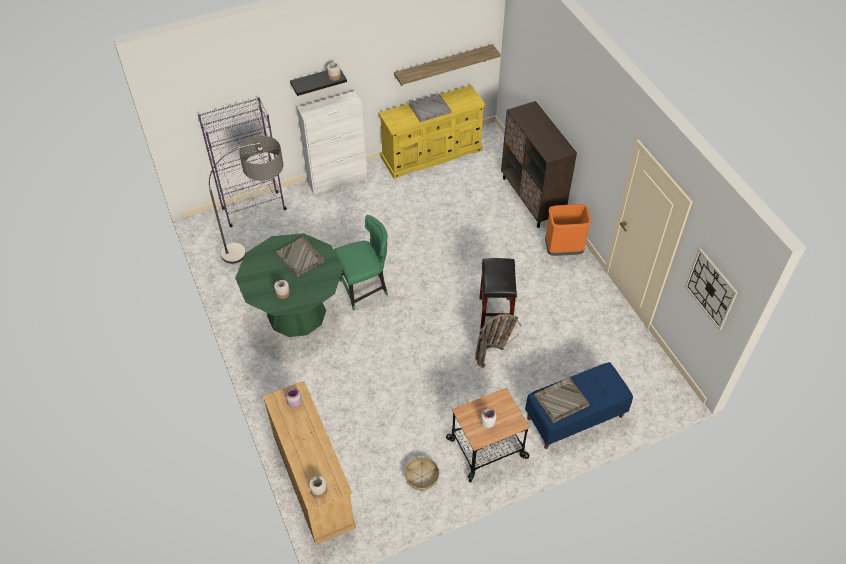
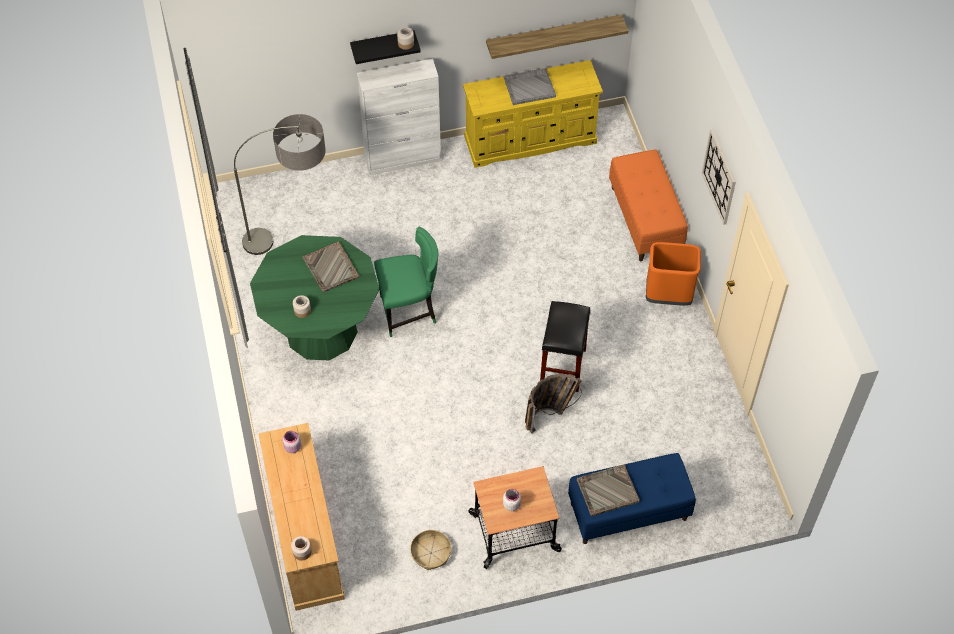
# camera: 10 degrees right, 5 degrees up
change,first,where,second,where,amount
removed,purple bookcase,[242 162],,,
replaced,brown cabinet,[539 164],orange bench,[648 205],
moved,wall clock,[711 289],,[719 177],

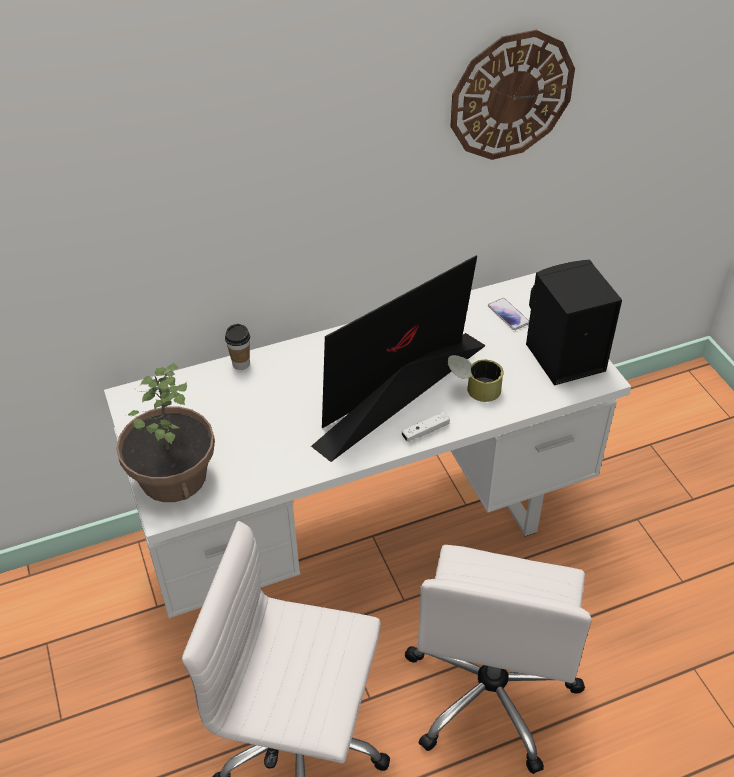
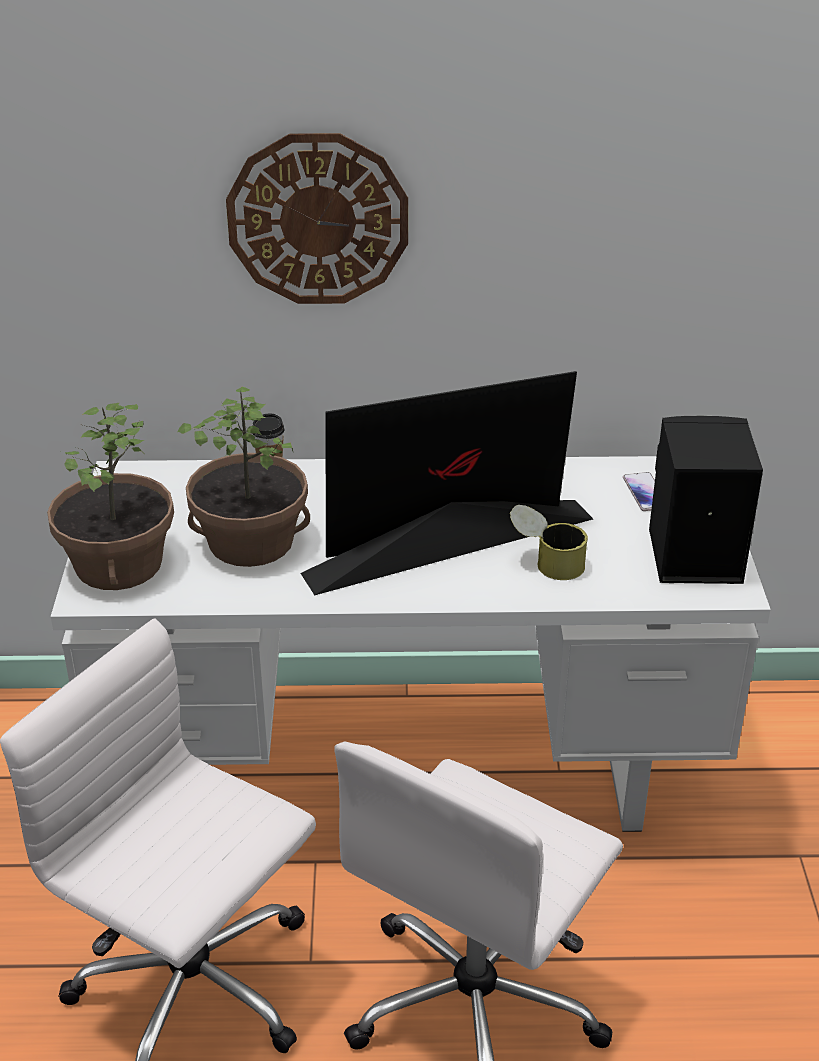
# camera: 20 degrees right, 10 degrees down
change,first,where,second,where,amount
removed,white game controller,[426 427],,,
moved,wall clock,[512 95],,[317 218],
added,,,potted plant,[243 476],

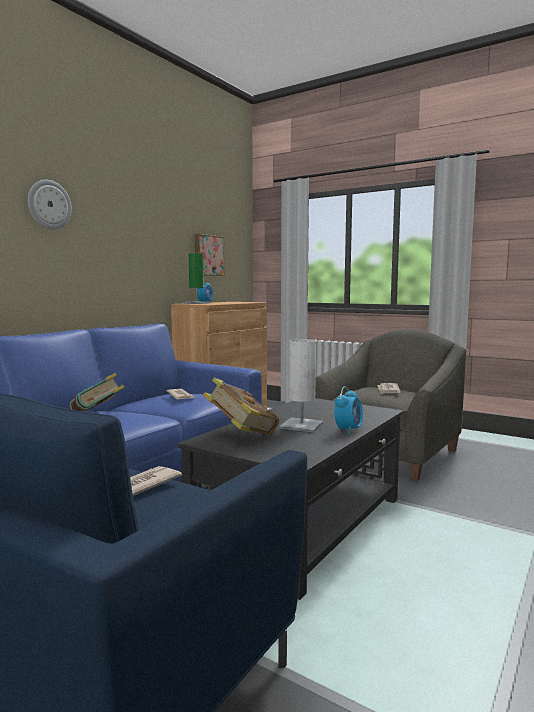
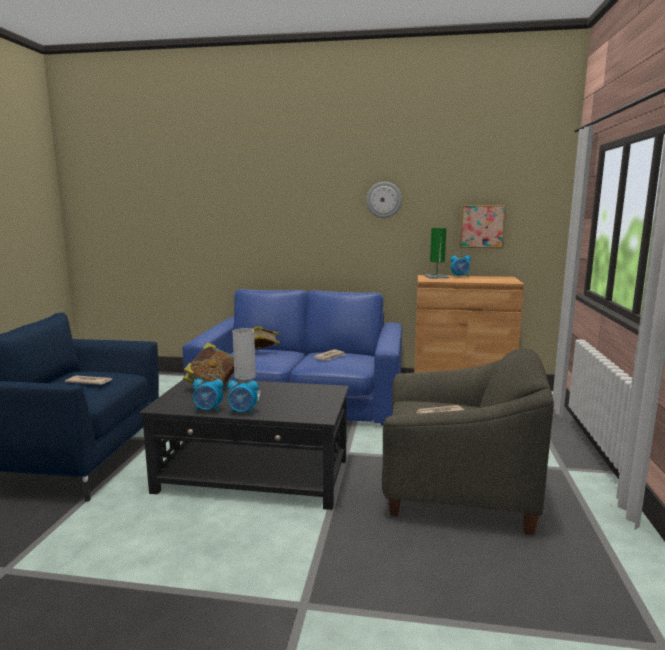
# camera: 65 degrees right, 5 degrees up
change,first,where,second,where,amount
moved,wall clock,[50 204],,[384 200],
added,,,alarm clock,[208 393],

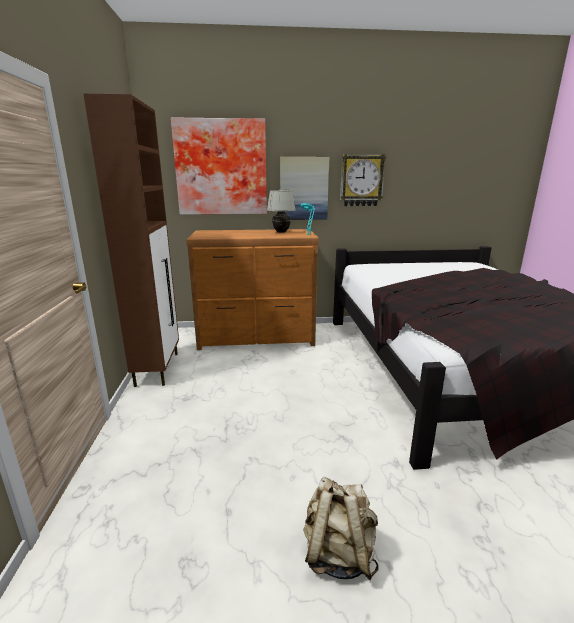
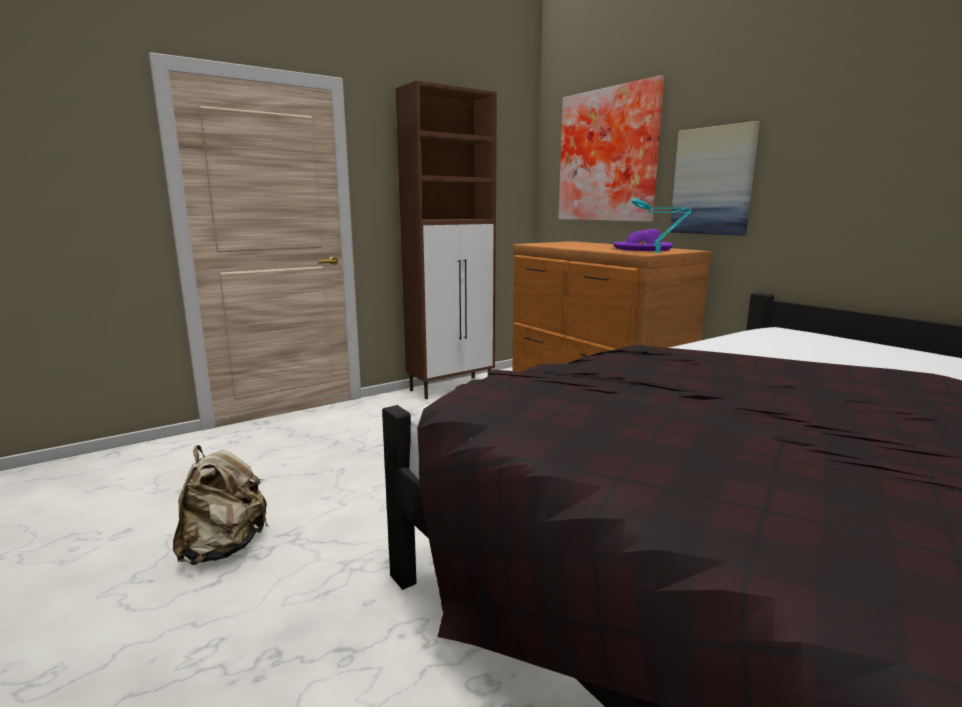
# camera: 60 degrees right, 5 degrees down
change,first,where,second,where,amount
replaced,white table lamp,[281 211],purple hat,[643 240],
removed,wall clock,[363 180],,,

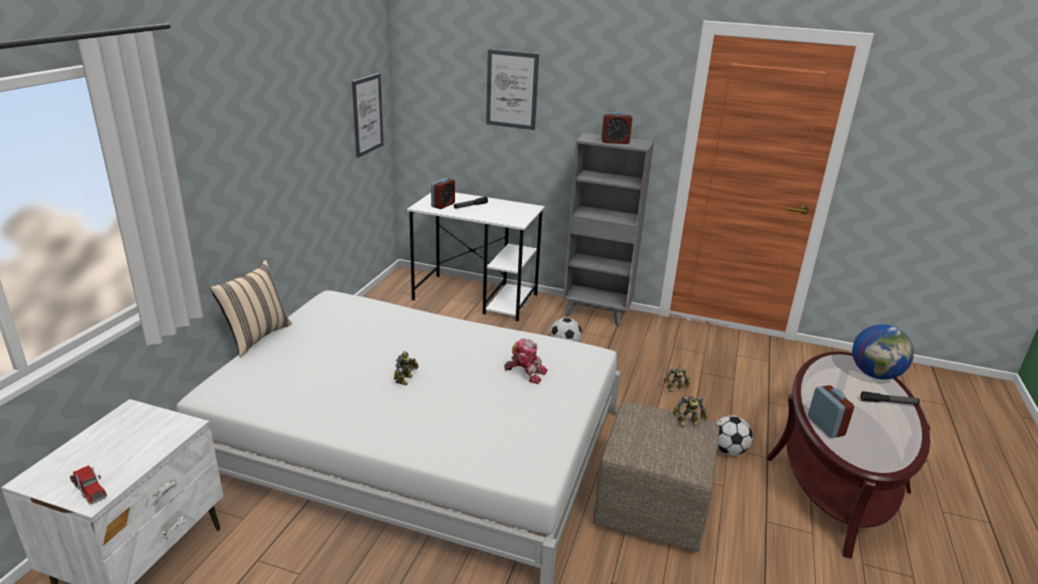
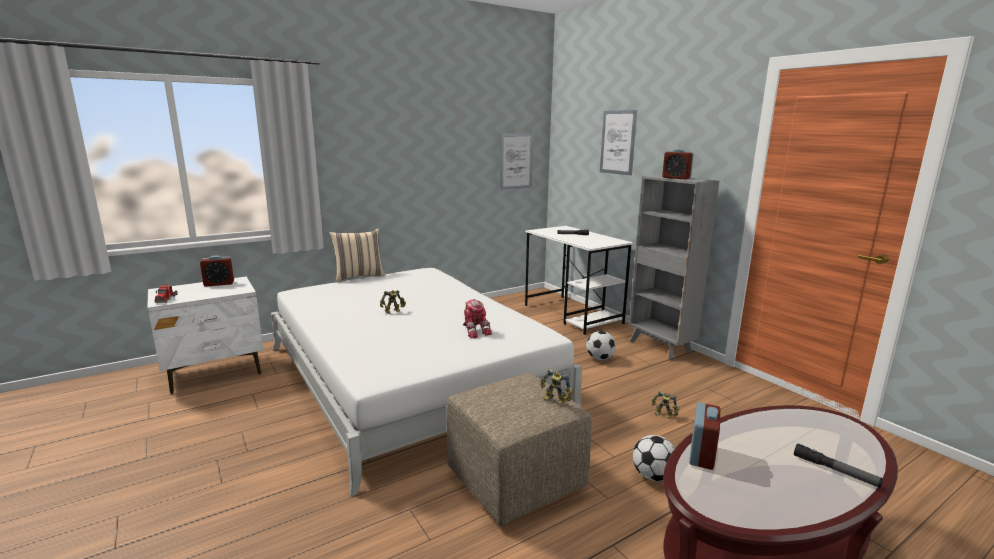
# camera: 40 degrees right, 10 degrees down
change,first,where,second,where,amount
moved,alarm clock,[443 193],,[217 271],
removed,globe,[883 351],,,

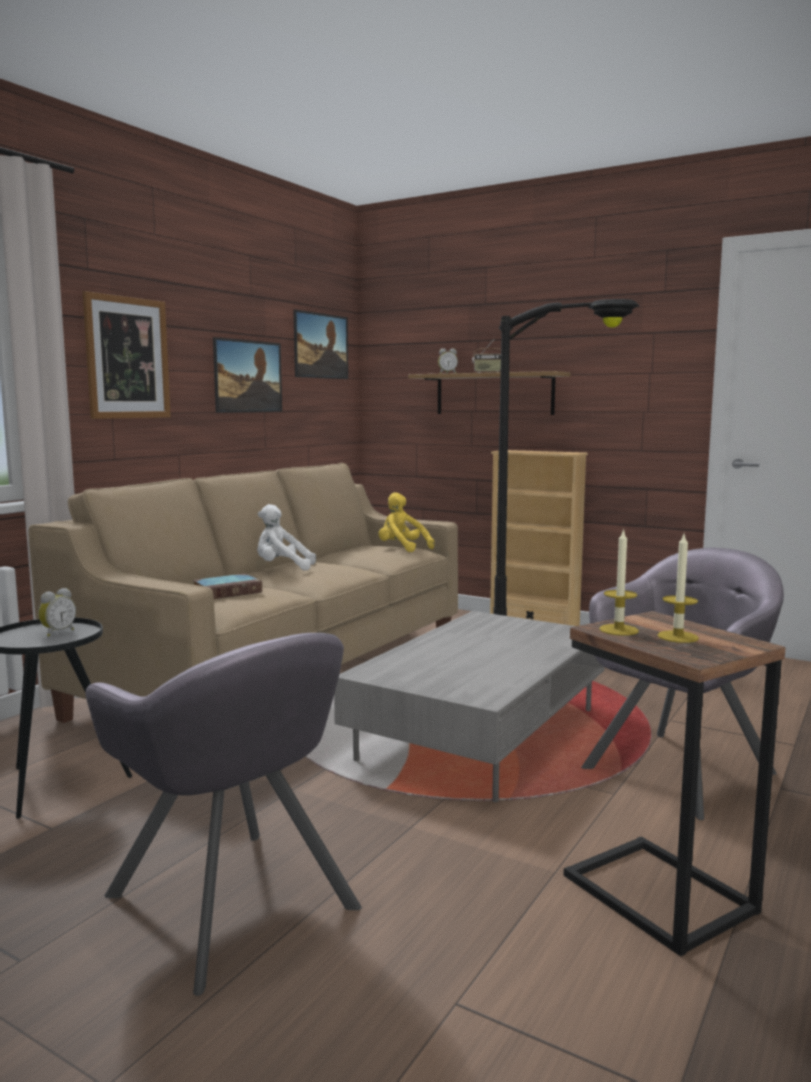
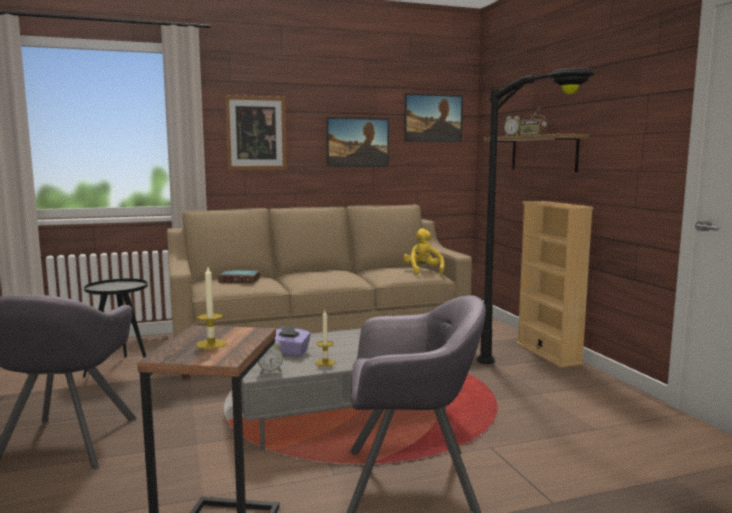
# camera: 40 degrees right, 0 degrees up
change,first,where,second,where,amount
moved,alarm clock,[57 612],,[270 358],
removed,white plush toy,[286 537],,,
moved,candle,[618 582],,[325 338],
added,,,purple tissue box,[293 340],

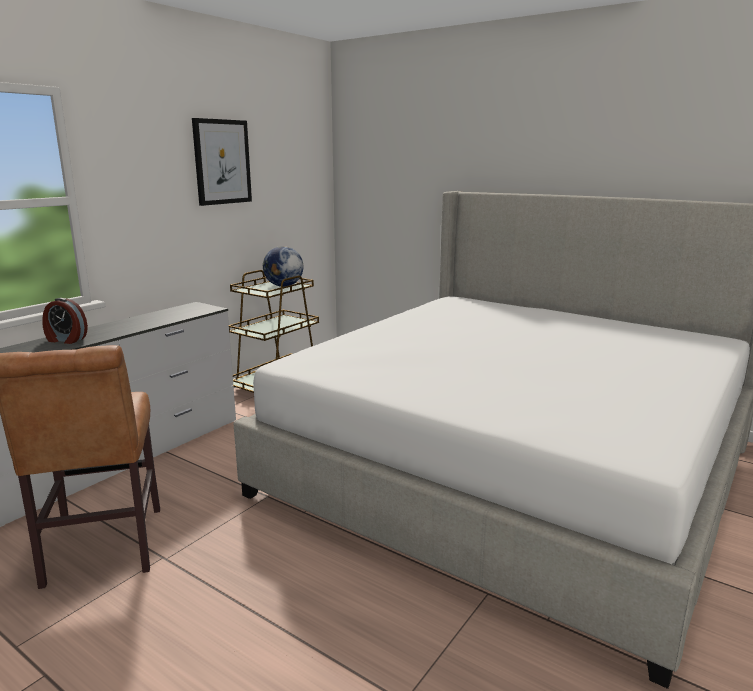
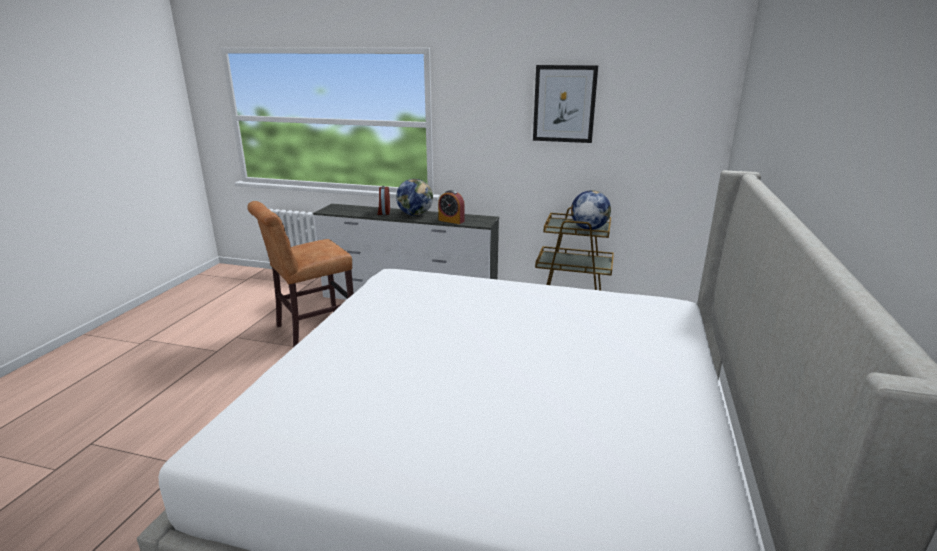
# camera: 70 degrees right, 5 degrees up
change,first,where,second,where,amount
added,,,globe,[414 197],
added,,,alarm clock,[451 207],

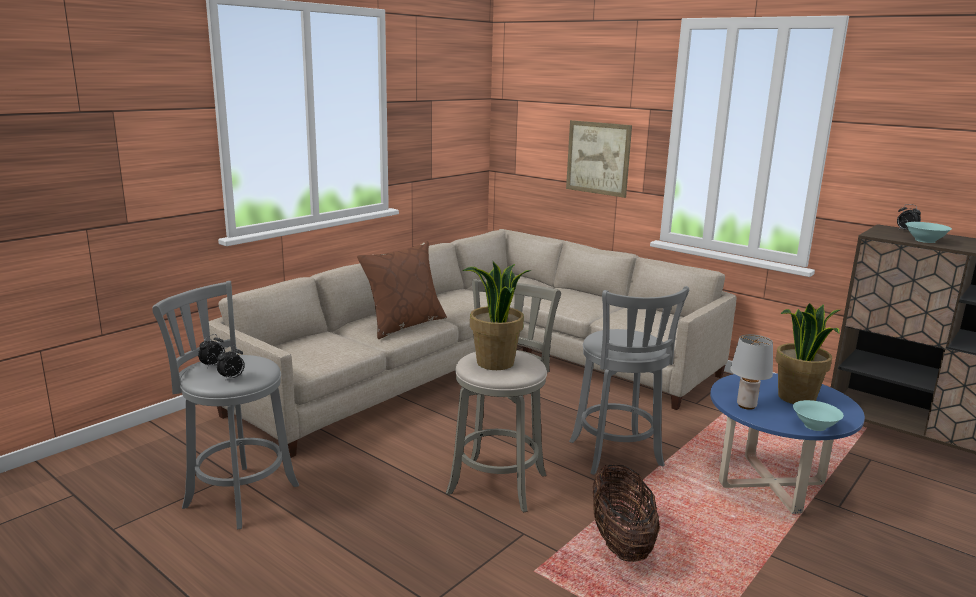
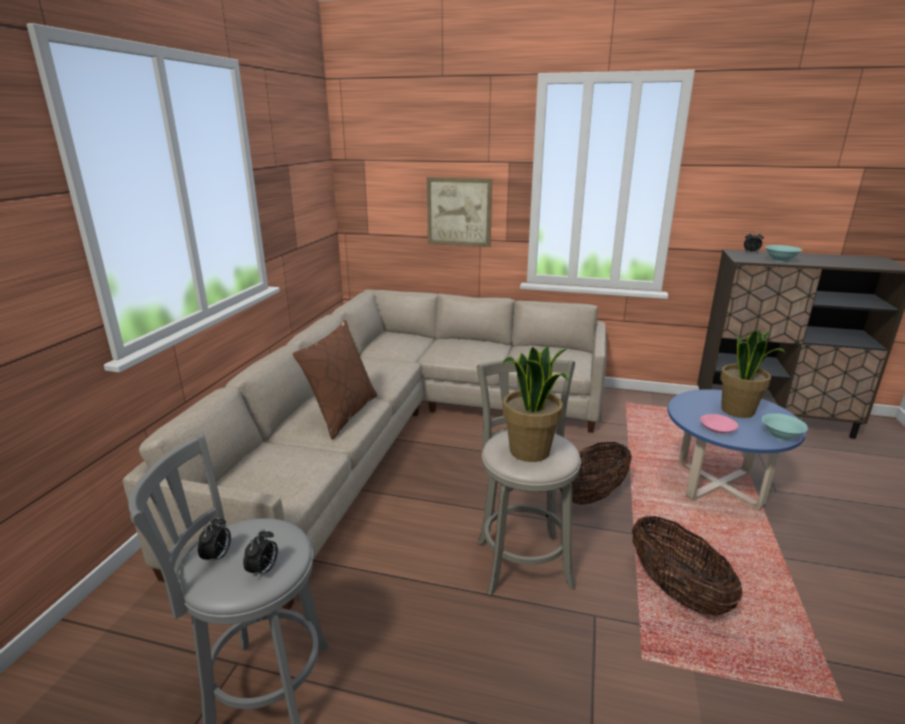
# camera: 25 degrees left, 5 degrees up
change,first,where,second,where,amount
replaced,grey stool,[629 380],basket,[595 473],
replaced,grey table lamp,[751 372],pink bowl,[719 424],

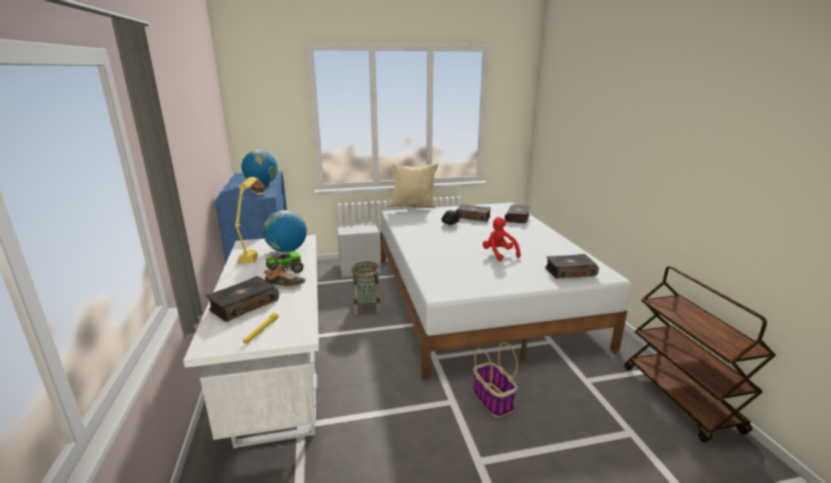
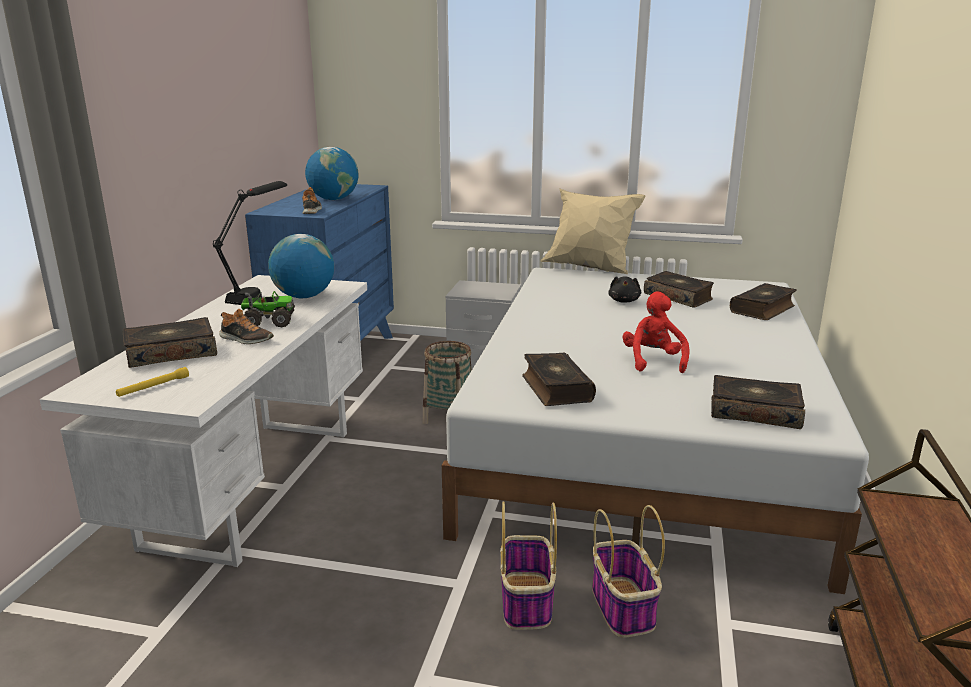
# camera: 25 degrees right, 0 degrees up
change,first,where,second,where,amount
recoloured,yellow table lamp,[246 220],black table lamp,[250 243],
added,,,book,[559 379],
added,,,basket,[628 571],

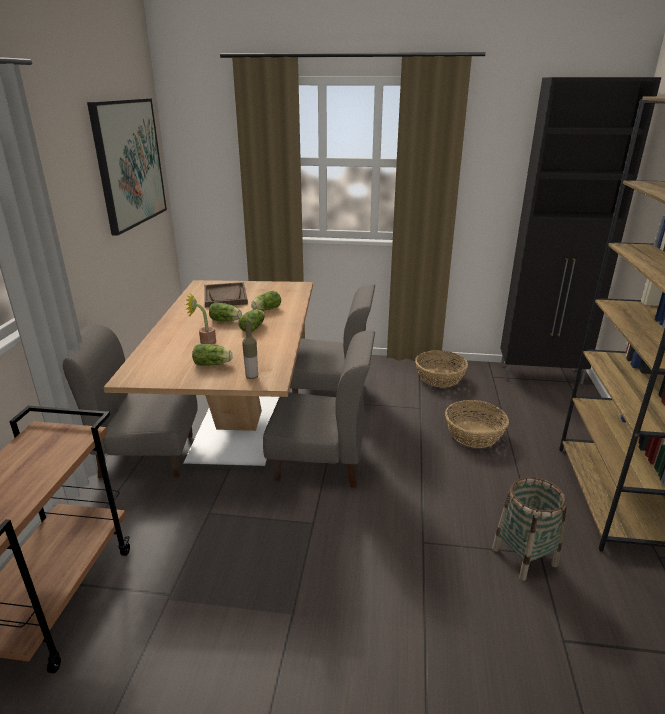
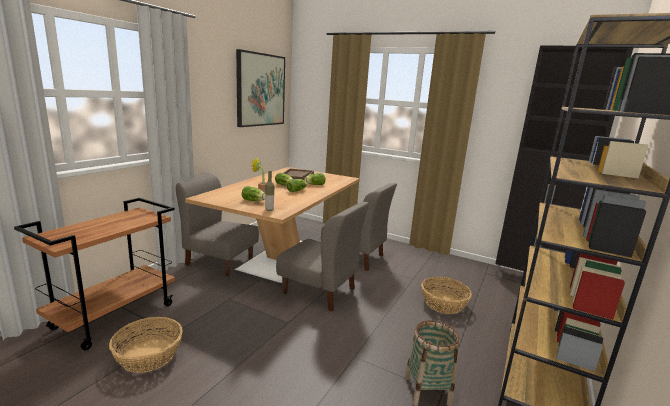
# camera: 20 degrees right, 10 degrees down
change,first,where,second,where,amount
moved,basket,[441 368],,[146 345],

